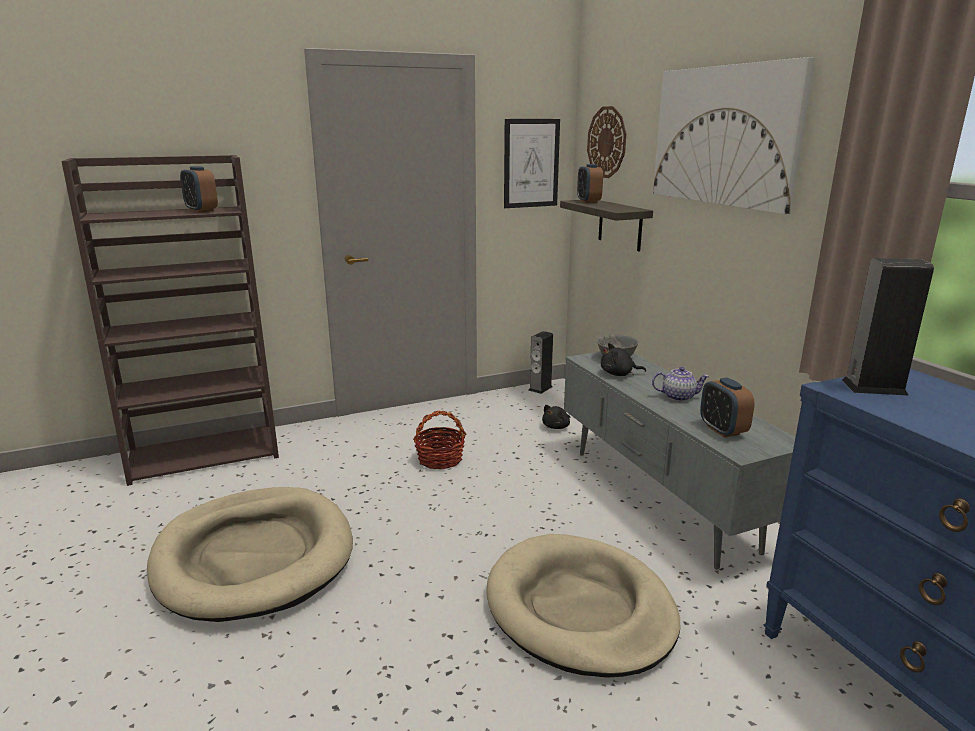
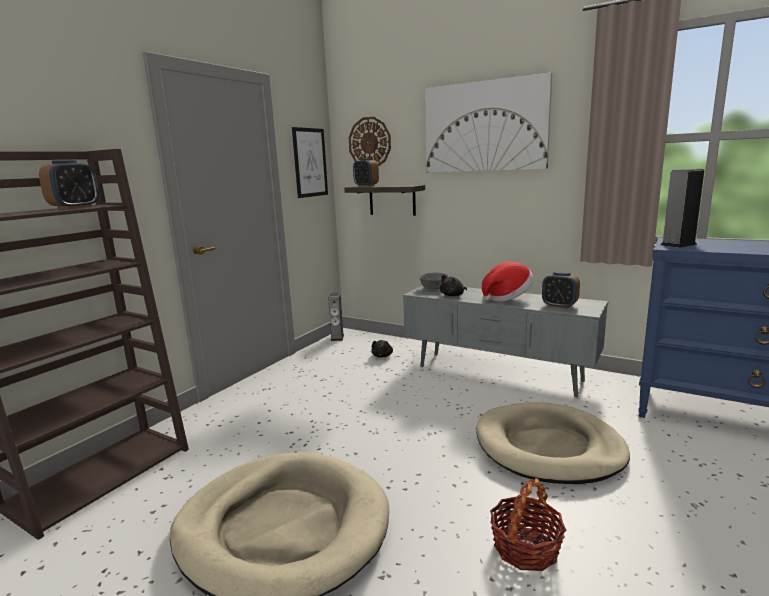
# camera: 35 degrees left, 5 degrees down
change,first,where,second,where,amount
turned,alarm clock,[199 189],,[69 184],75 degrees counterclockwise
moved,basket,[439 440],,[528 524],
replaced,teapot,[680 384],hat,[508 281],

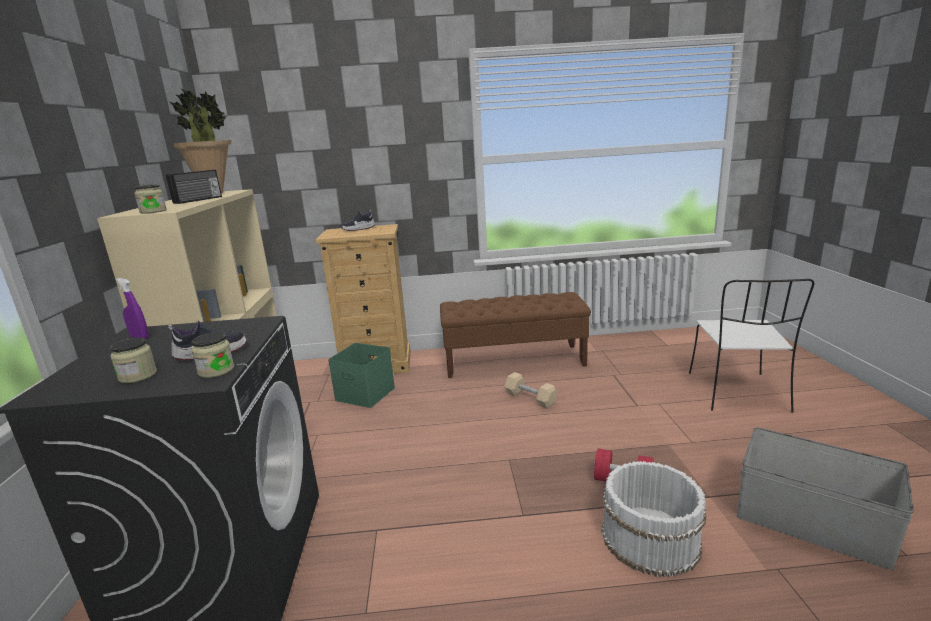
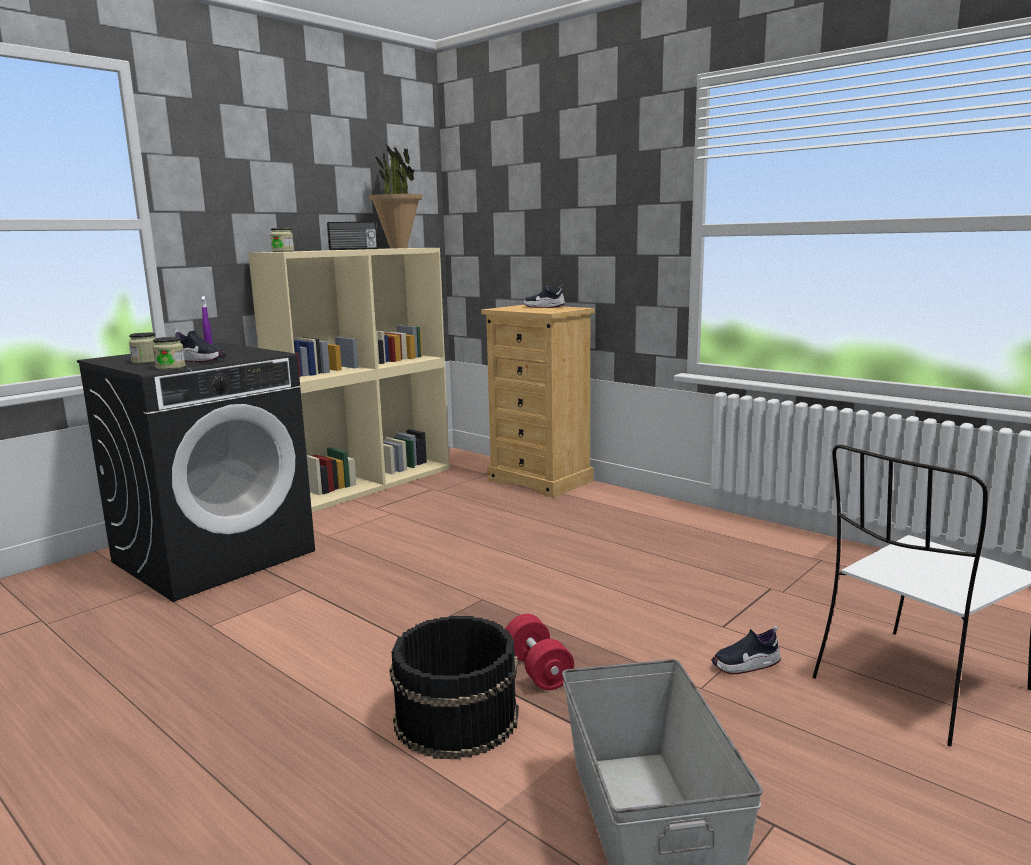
# camera: 45 degrees right, 5 degrees down
change,first,where,second,where,amount
removed,green storage box,[361 375],,,
removed,brown bench,[515 335],,,
removed,beige dumbbell,[531 390],,,
recoloured,white bucket,[654 519],black bucket,[454 687],
added,,,shoe,[746 650],

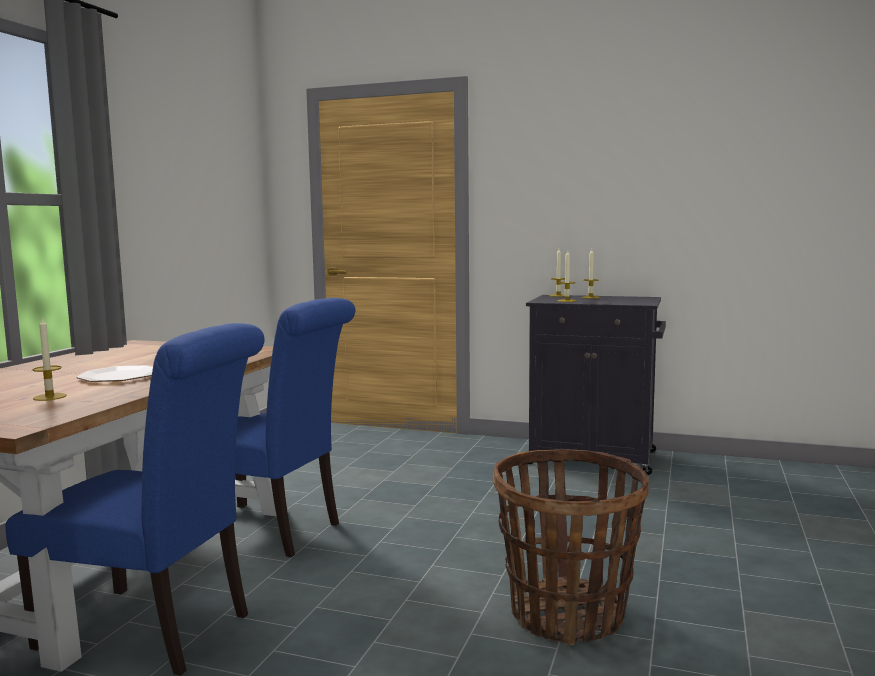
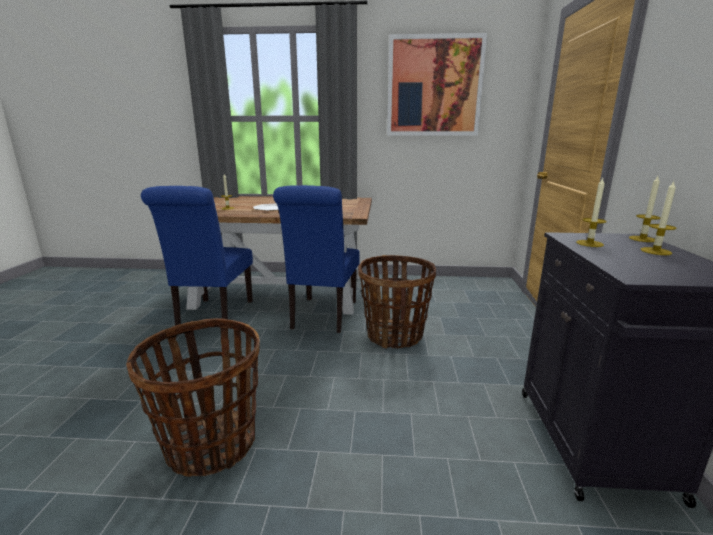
# camera: 75 degrees right, 10 degrees up
change,first,where,second,where,amount
added,,,basket,[397 302],
added,,,picture,[437 84],

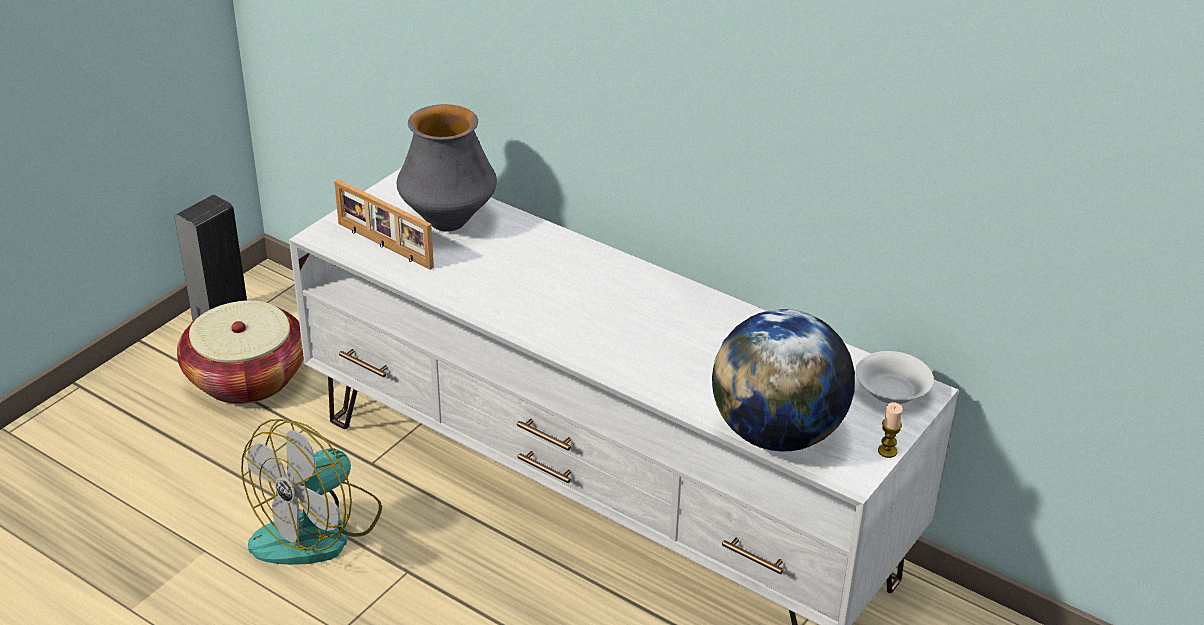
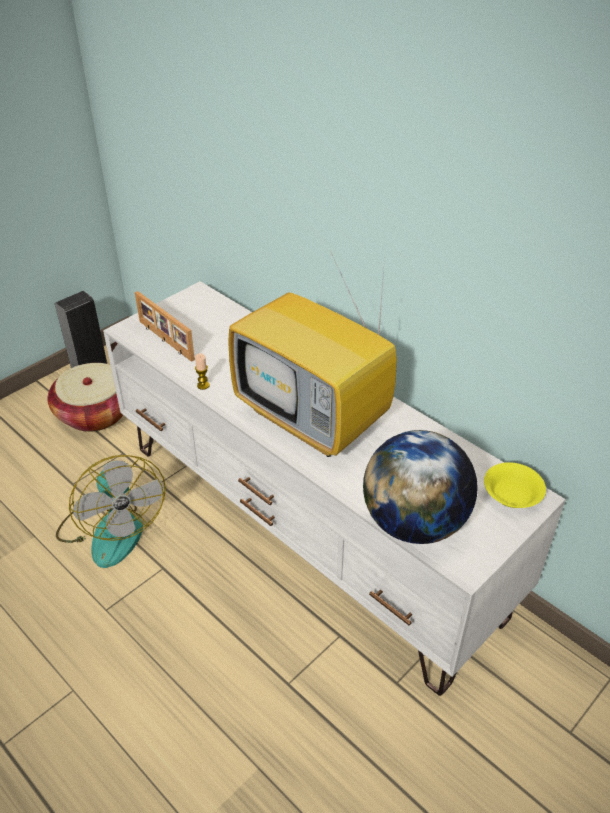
# camera: 10 degrees right, 5 degrees up
change,first,where,second,where,amount
turned,fan,[311 492],,[111 511],75 degrees counterclockwise
removed,vase,[447 168],,,
recoloured,white bowl,[895 377],yellow bowl,[515 485],
moved,candle,[890 430],,[202 371],
added,,,television,[312 355],

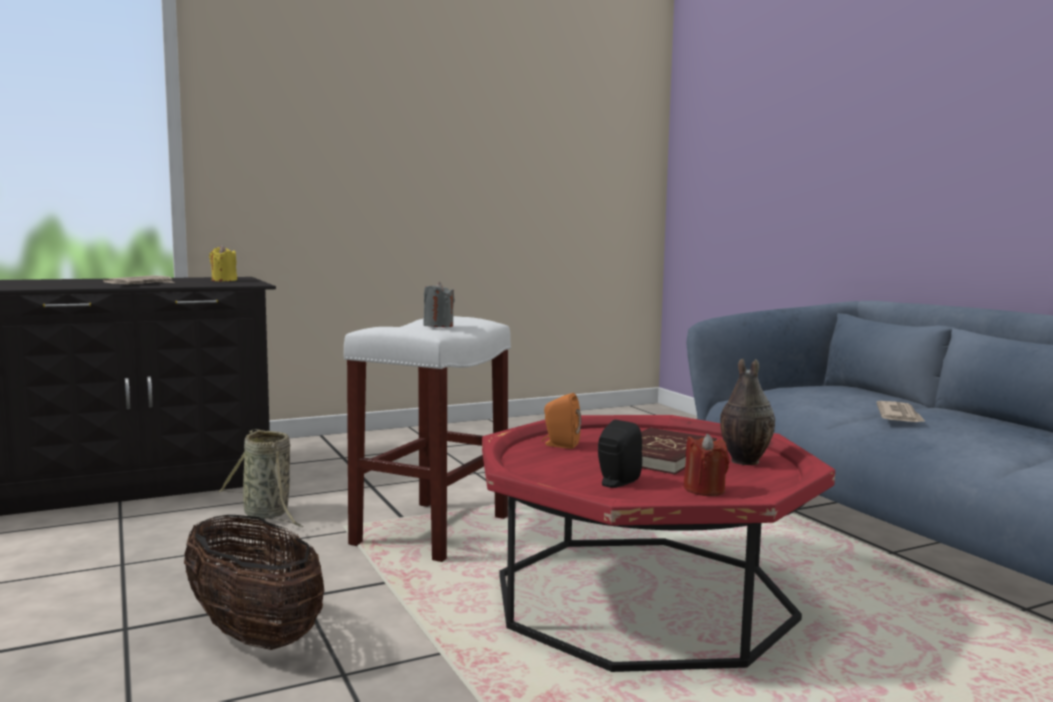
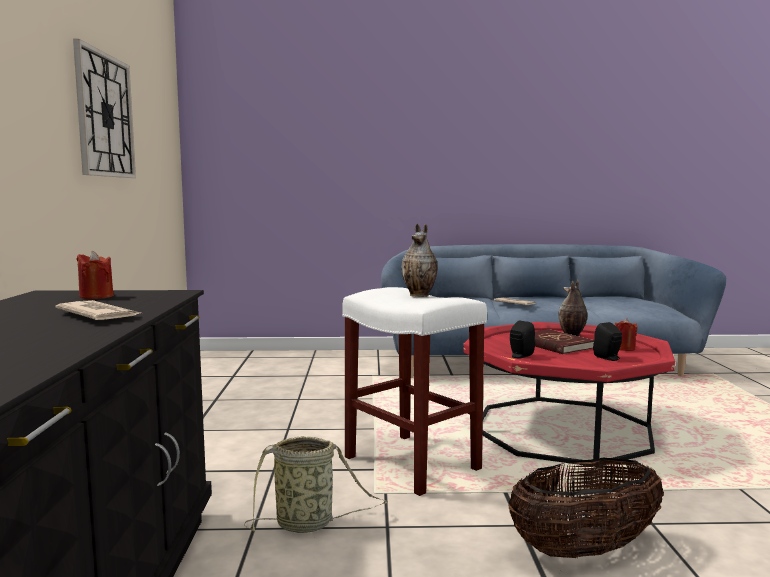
# camera: 65 degrees left, 0 degrees up
change,first,where,second,where,amount
recoloured,yellow candle,[223 263],red candle,[95 275],
replaced,grey candle,[439 304],vase,[419 260],
recoloured,orange speaker,[561 421],black speaker,[522 340],
added,,,wall clock,[104 108],

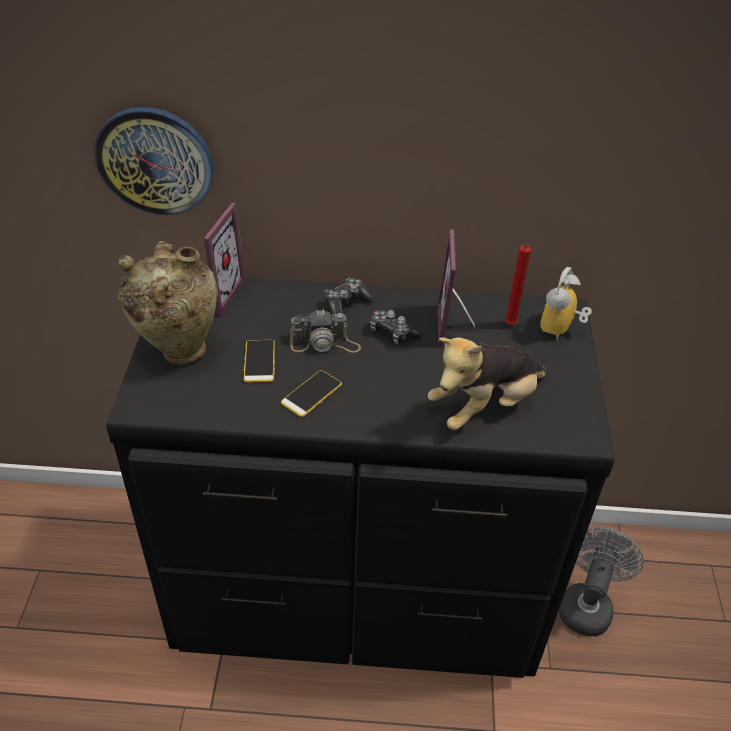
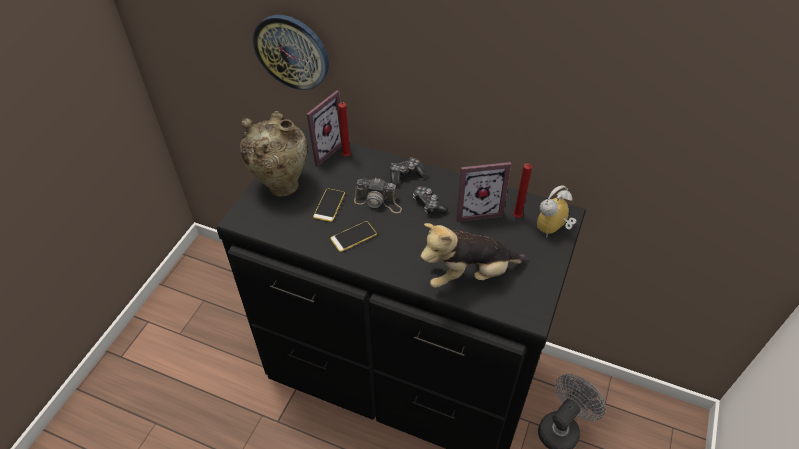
# camera: 20 degrees right, 5 degrees up
change,first,where,second,where,amount
turned,picture frame,[456 287],,[483 192],120 degrees counterclockwise
added,,,red candle,[344 129],

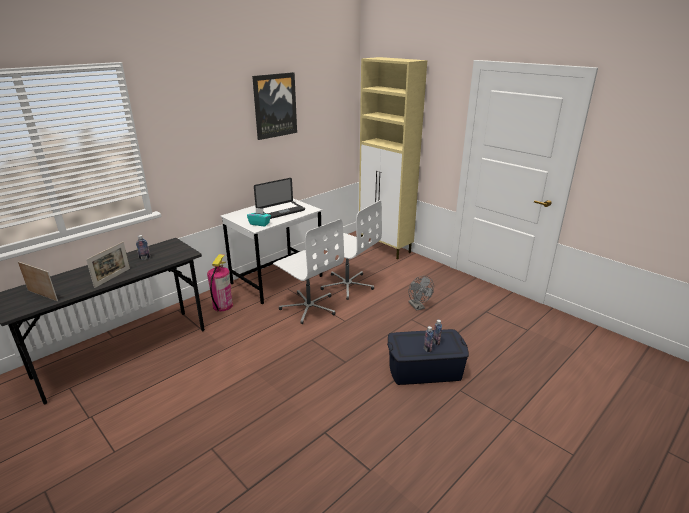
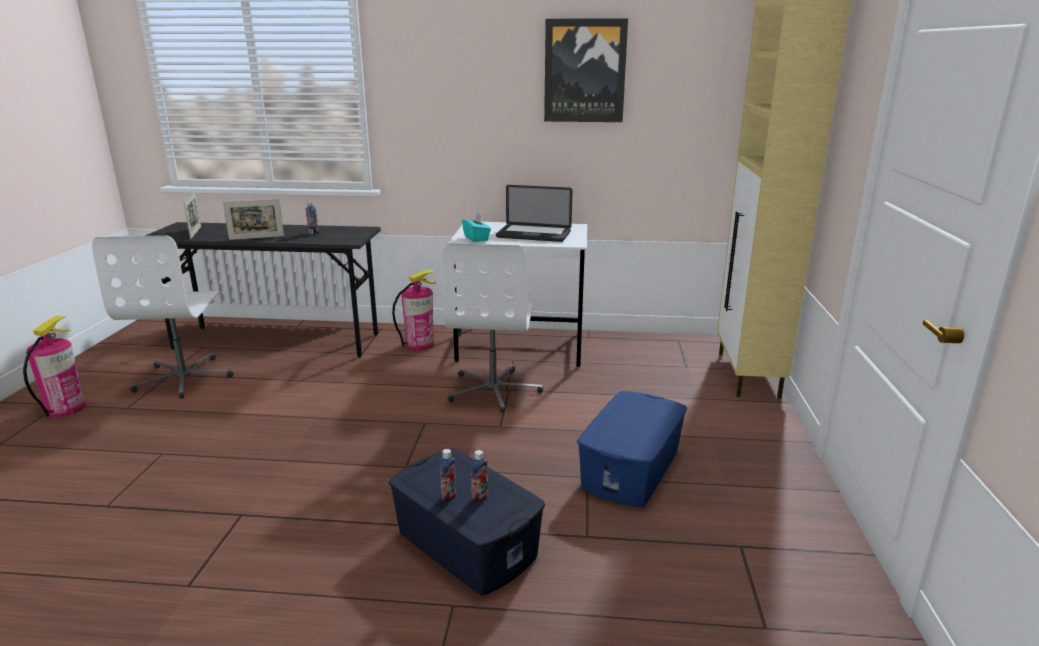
# camera: 50 degrees right, 5 degrees down
change,first,where,second,where,amount
moved,white office chair,[351 250],,[162 317],
replaced,grey fan,[421 293],blue storage box,[632 449],
added,,,fire extinguisher,[54 366],

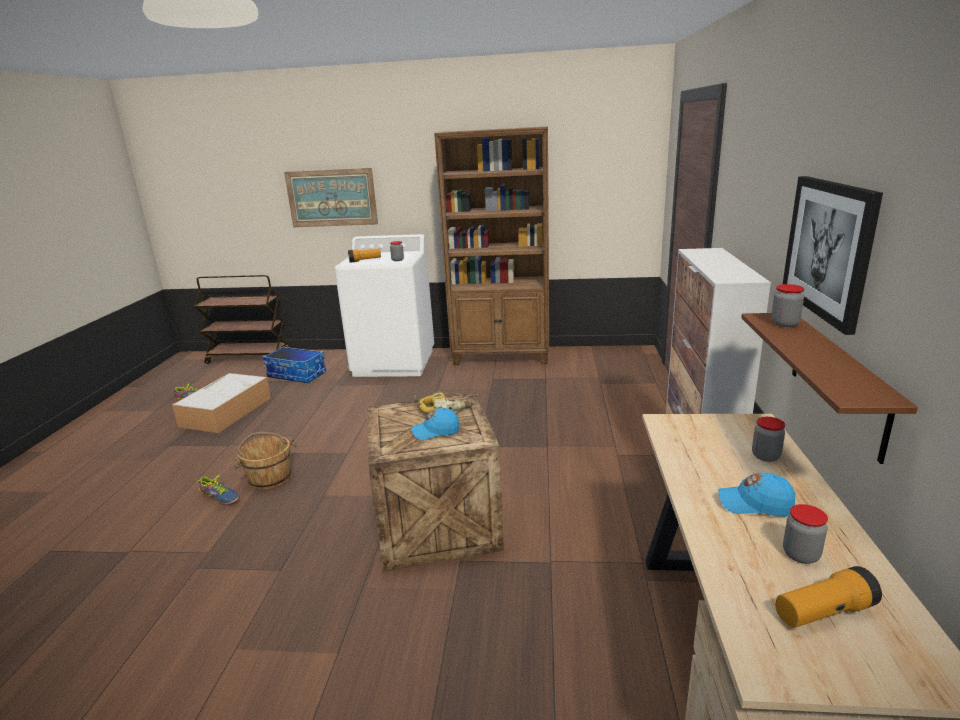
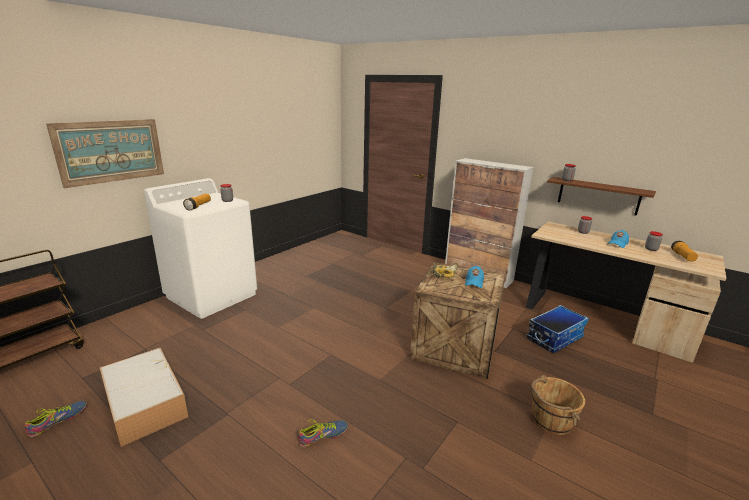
# camera: 60 degrees left, 0 degrees up
change,first,where,second,where,amount
moved,brown bucket,[265 461],,[558 405],
moved,storage box,[294 364],,[558 329],
removed,brown bookcase,[491 245],,,
removed,picture,[833 255],,,

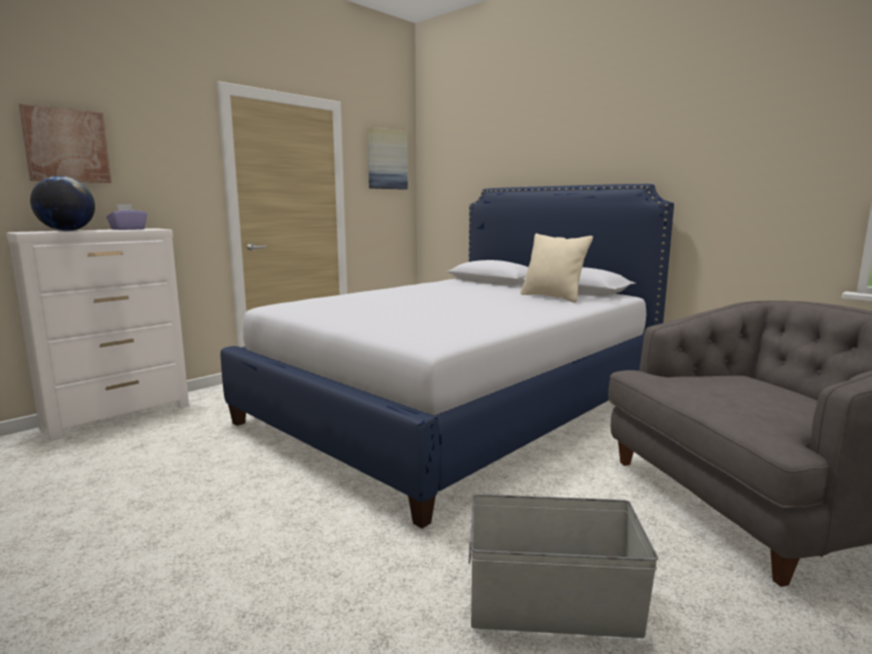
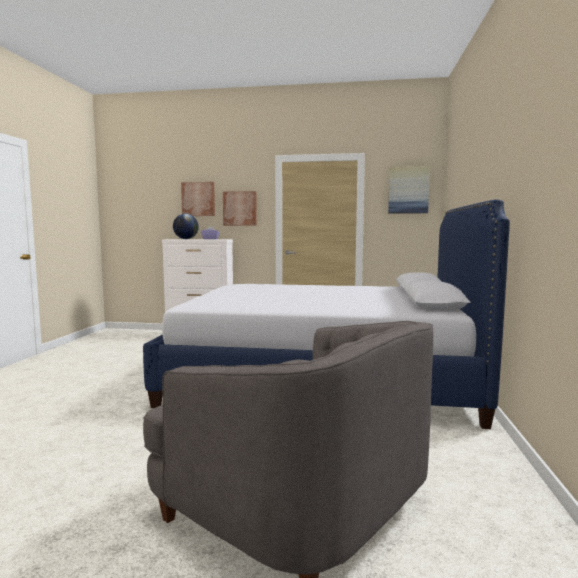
# camera: 55 degrees right, 5 degrees down
change,first,where,second,where,amount
removed,grey storage box,[563 566],,,
removed,beige pillow,[556 268],,,
added,,,picture,[240 208],

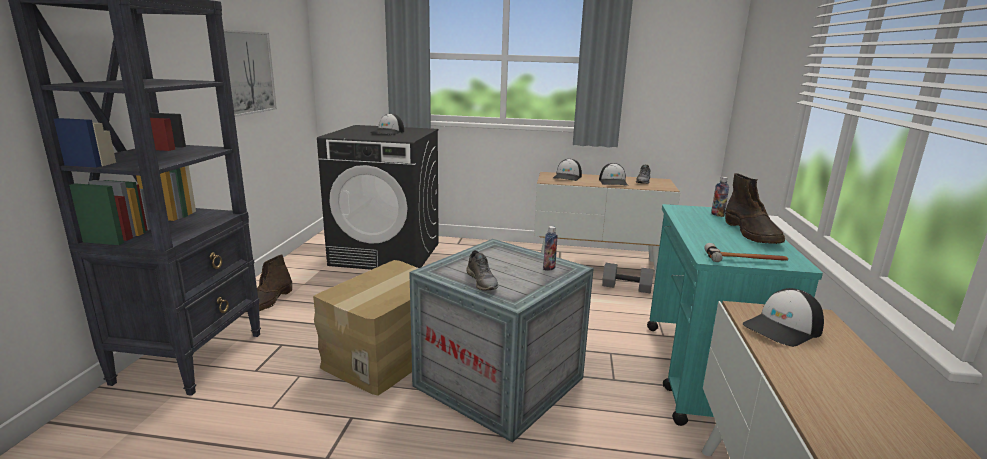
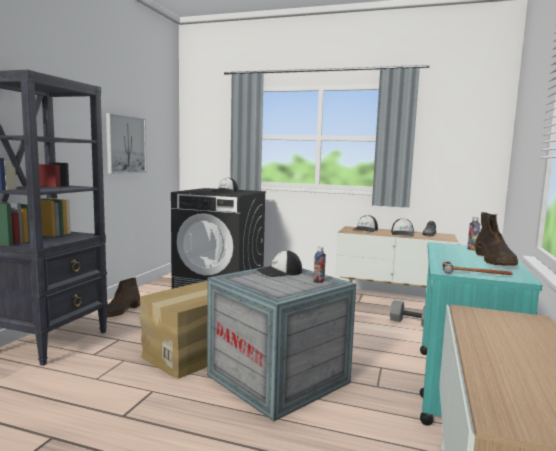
# camera: 10 degrees right, 10 degrees down
change,first,where,second,where,amount
removed,grey shoe,[482 270],,,
moved,cap,[783 317],,[279 263],

